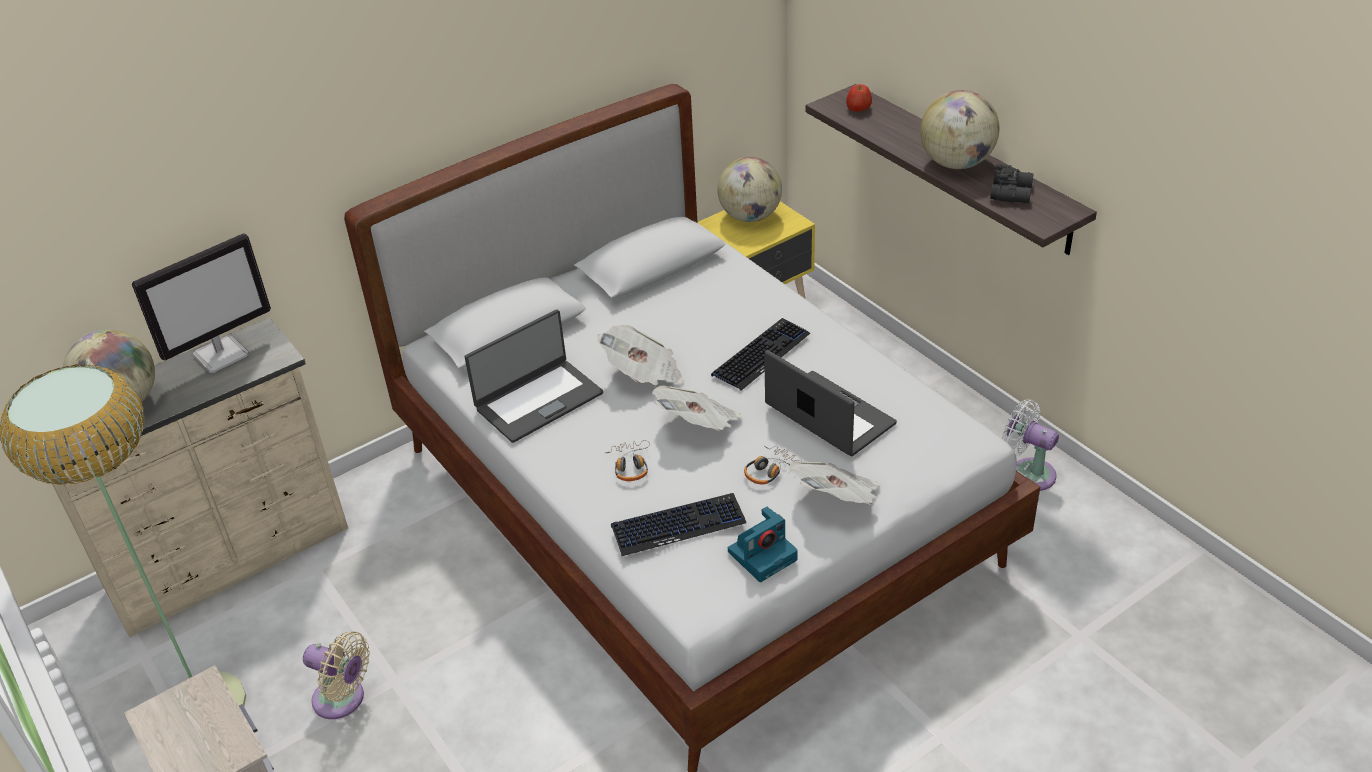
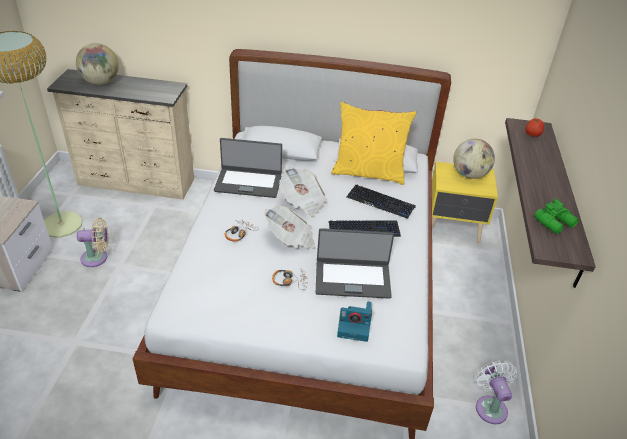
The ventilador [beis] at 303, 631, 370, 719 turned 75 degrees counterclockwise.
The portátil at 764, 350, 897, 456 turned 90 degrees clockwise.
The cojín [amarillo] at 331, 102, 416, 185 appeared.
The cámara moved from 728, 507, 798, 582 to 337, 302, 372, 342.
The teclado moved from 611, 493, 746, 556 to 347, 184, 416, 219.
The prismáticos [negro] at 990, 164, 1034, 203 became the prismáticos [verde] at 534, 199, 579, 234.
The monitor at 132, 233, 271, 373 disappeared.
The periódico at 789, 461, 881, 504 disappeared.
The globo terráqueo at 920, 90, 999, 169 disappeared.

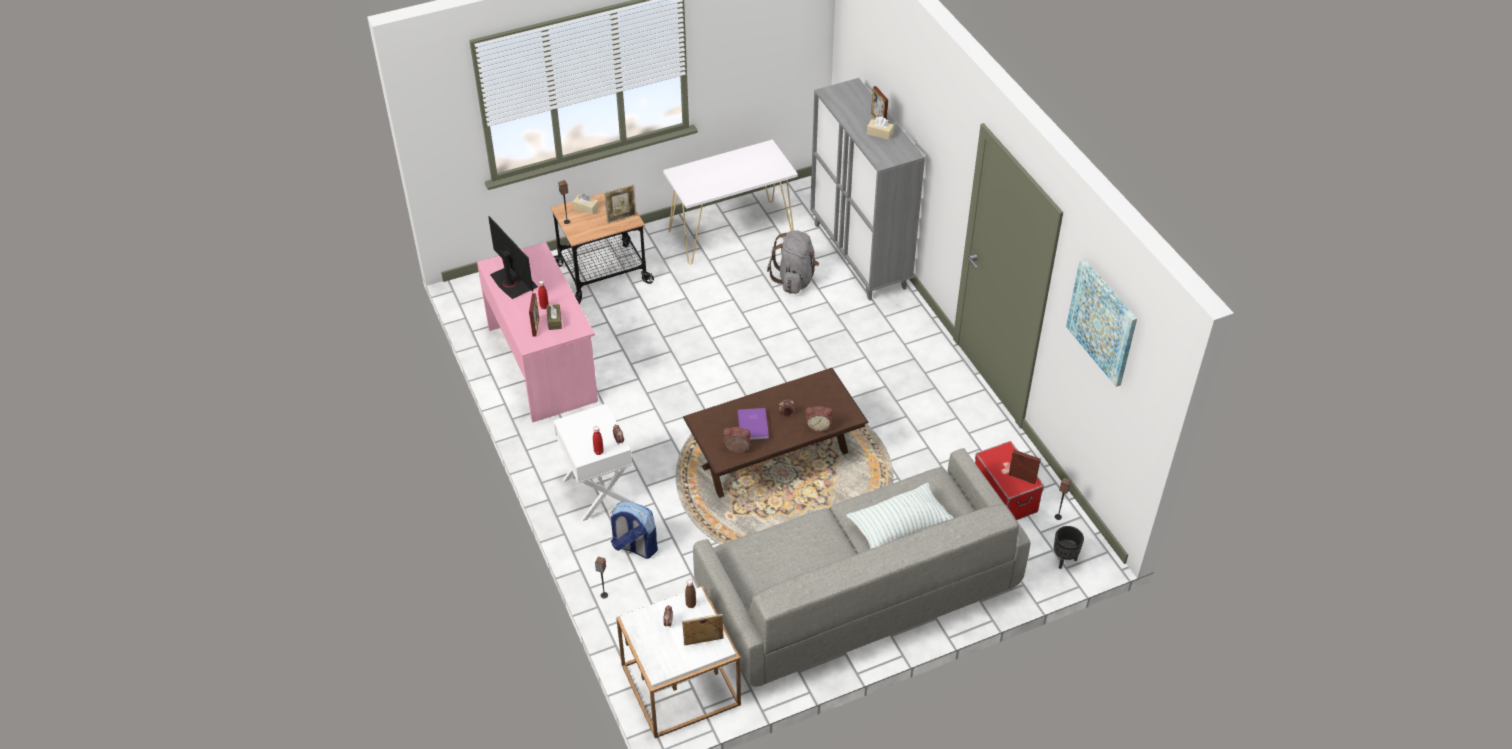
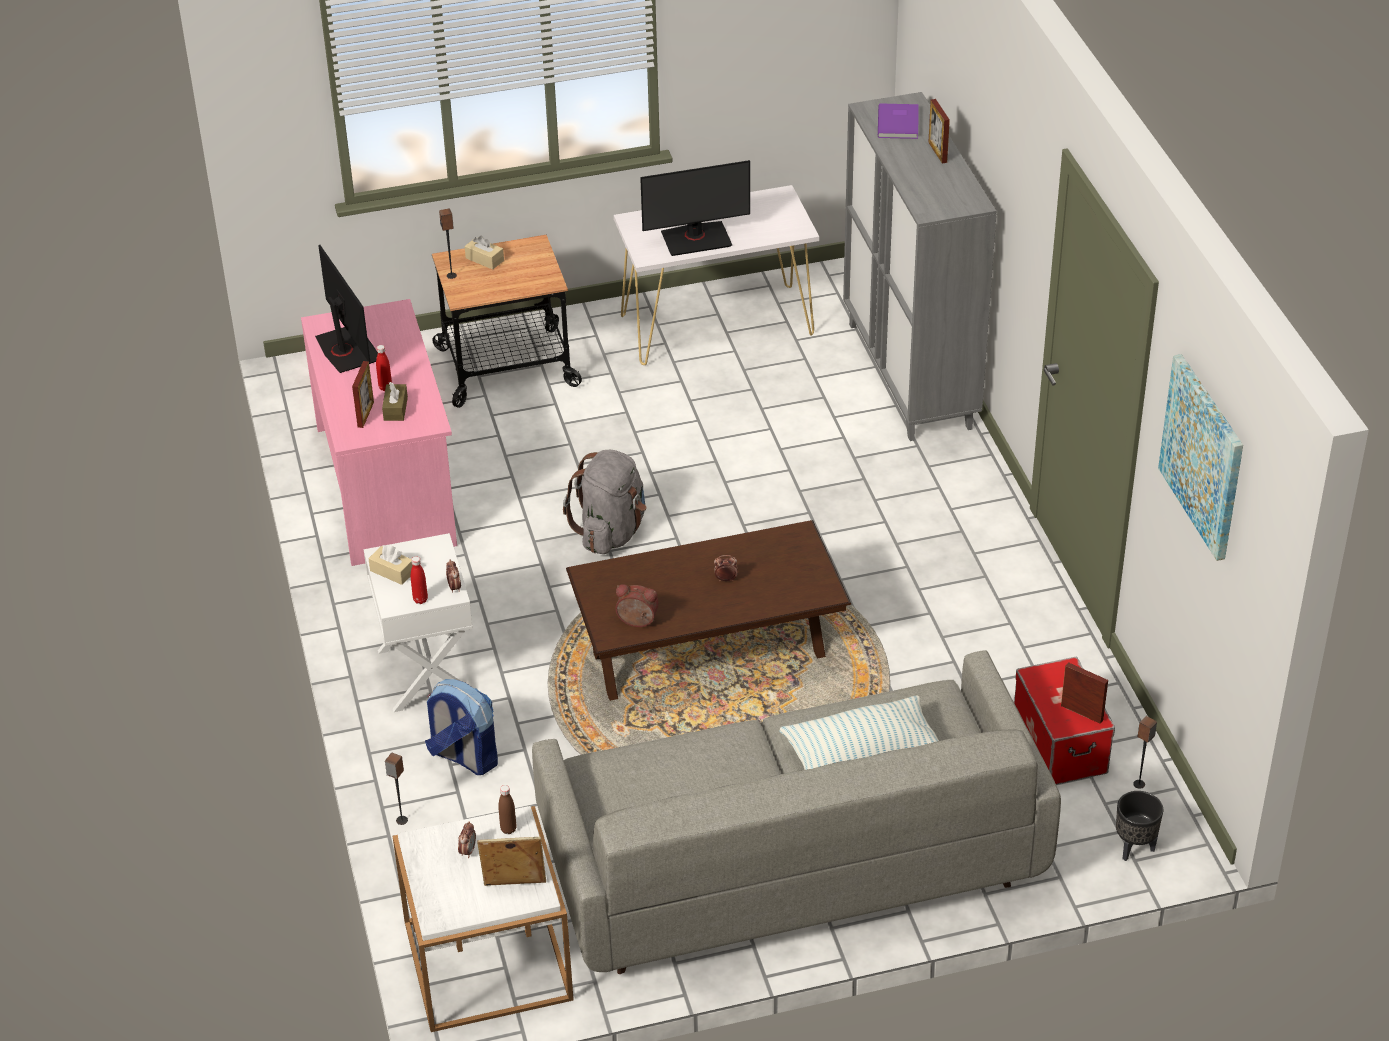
The caja de pañuelos [beis] moved from 867, 116, 894, 140 to 368, 545, 413, 585.
The mochila [gris] moved from 767, 230, 819, 294 to 563, 450, 647, 554.
The monitor at 640, 160, 750, 256 appeared.
The libro [morado] moved from 737, 408, 769, 440 to 878, 103, 919, 139.
The portarretratos at 604, 184, 637, 224 disappeared.
The despertador at 806, 406, 832, 432 disappeared.

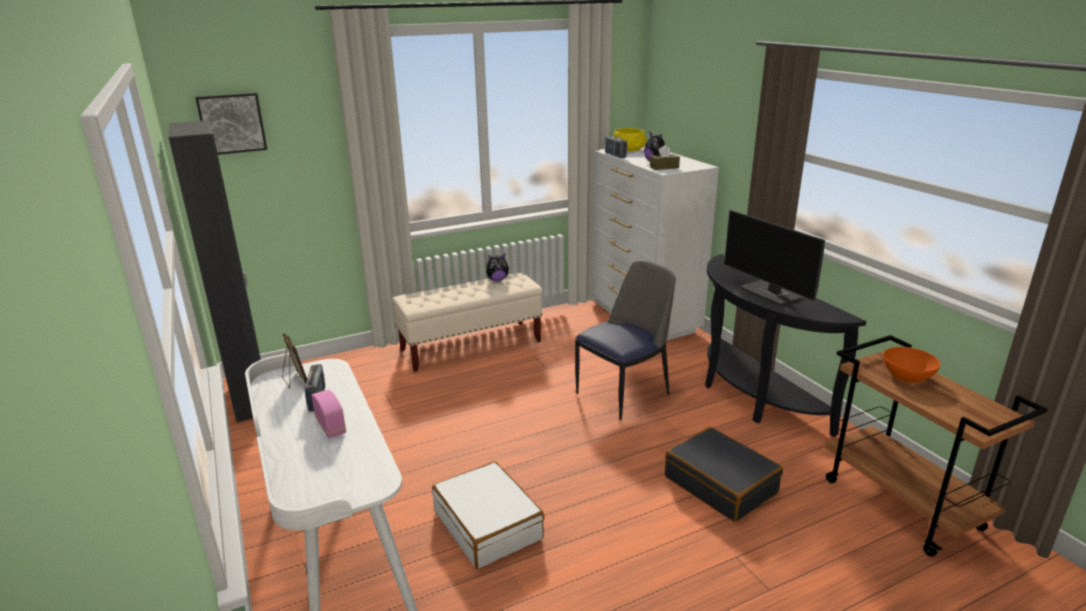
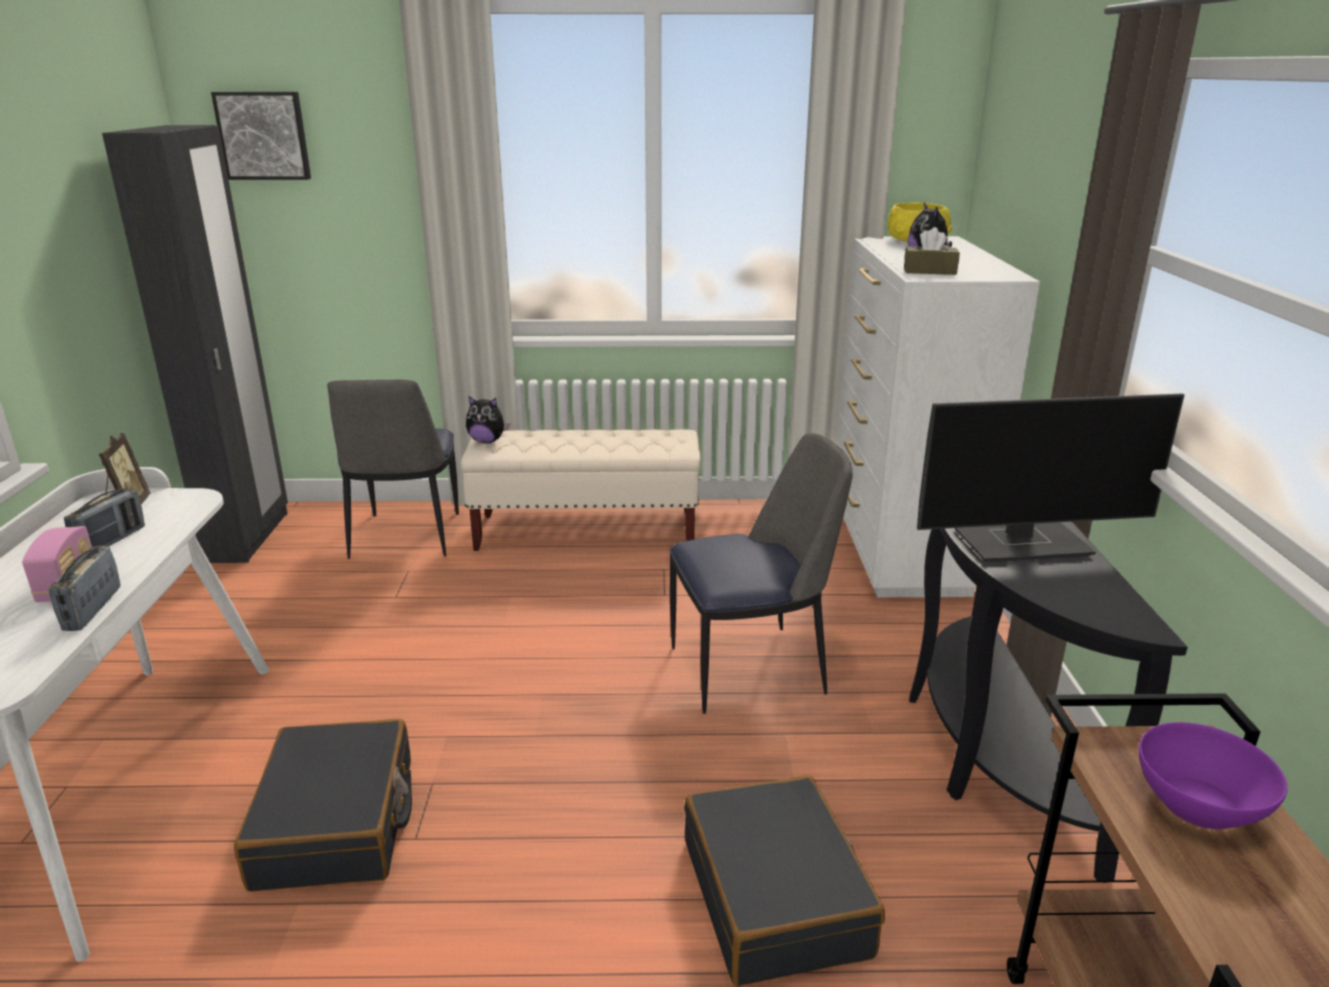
The radio moved from 605, 135, 627, 158 to 48, 545, 120, 631.
The maleta [blanco] at 432, 461, 544, 569 became the maleta [negro] at 234, 718, 412, 892.
The silla at 327, 380, 459, 559 appeared.
The peluche moved from 486, 254, 509, 281 to 466, 396, 510, 444.
The monitor at 724, 210, 825, 306 turned 90 degrees counterclockwise.
The cuenco [naranja] at 883, 347, 940, 383 became the cuenco [morado] at 1139, 722, 1287, 829.

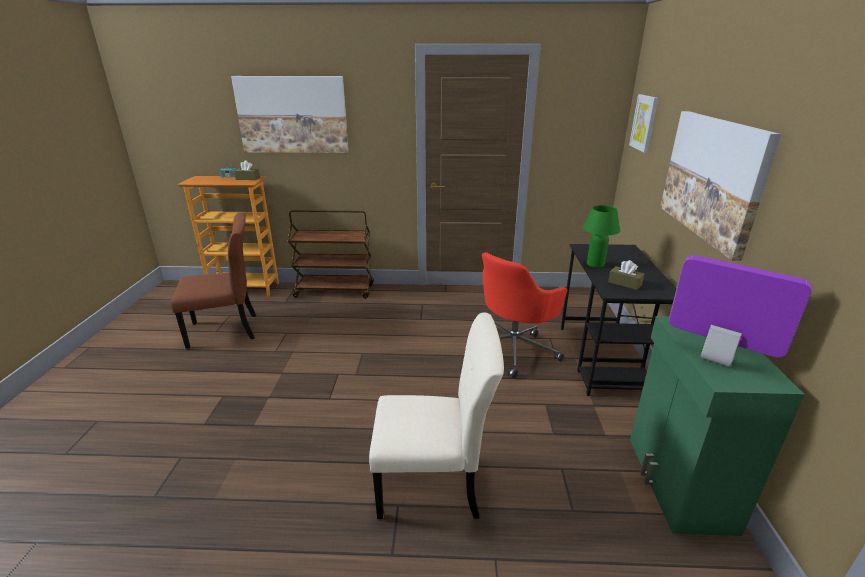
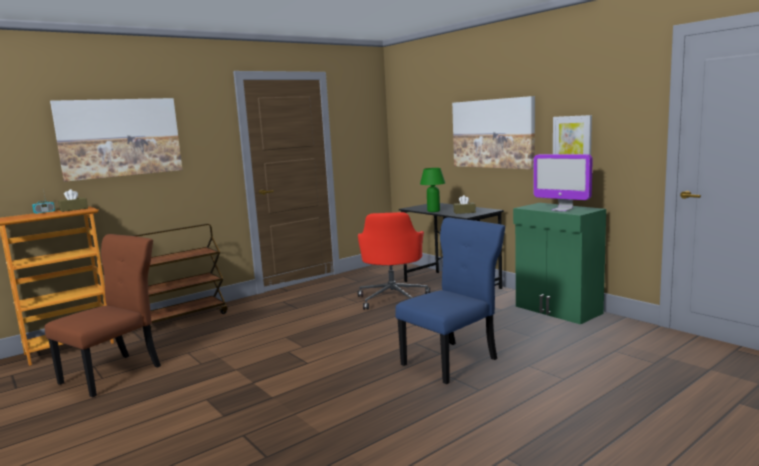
The silla [beis] at 369, 313, 504, 519 became the silla [azul] at 395, 217, 505, 385.
The monitor at 669, 255, 812, 367 turned 135 degrees counterclockwise.
The cuadro moved from 629, 94, 658, 153 to 553, 115, 592, 155.

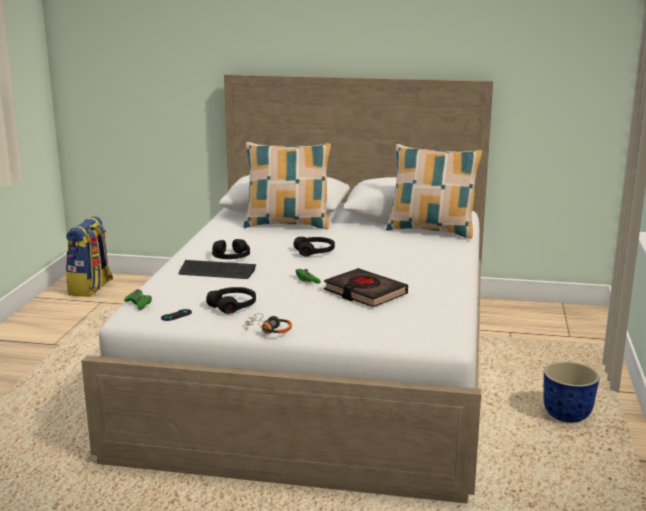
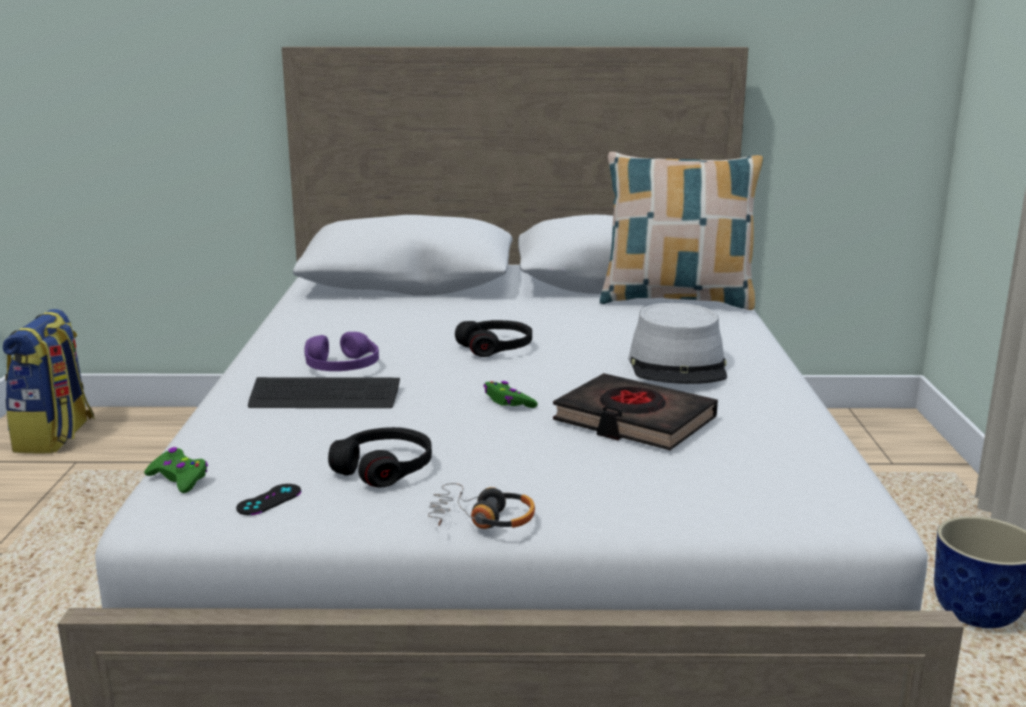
The auriculares [negro] at 212, 239, 250, 259 became the auriculares [morado] at 304, 332, 379, 371.
The sombrero [gris] at 628, 303, 727, 384 appeared.
The cojín at 243, 142, 331, 229 disappeared.

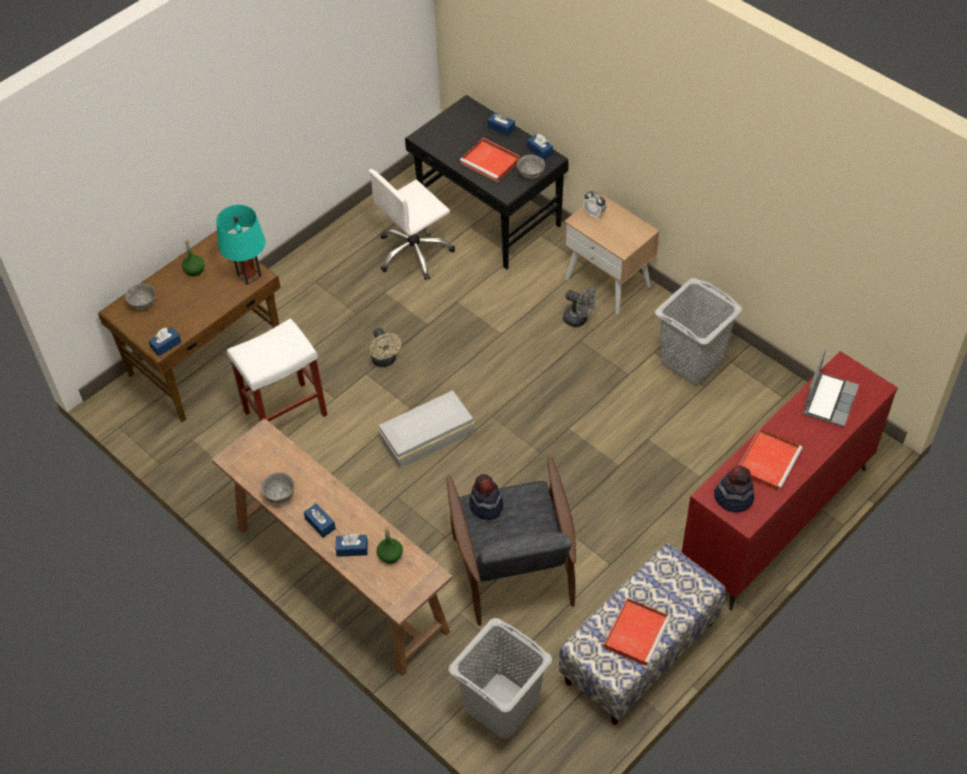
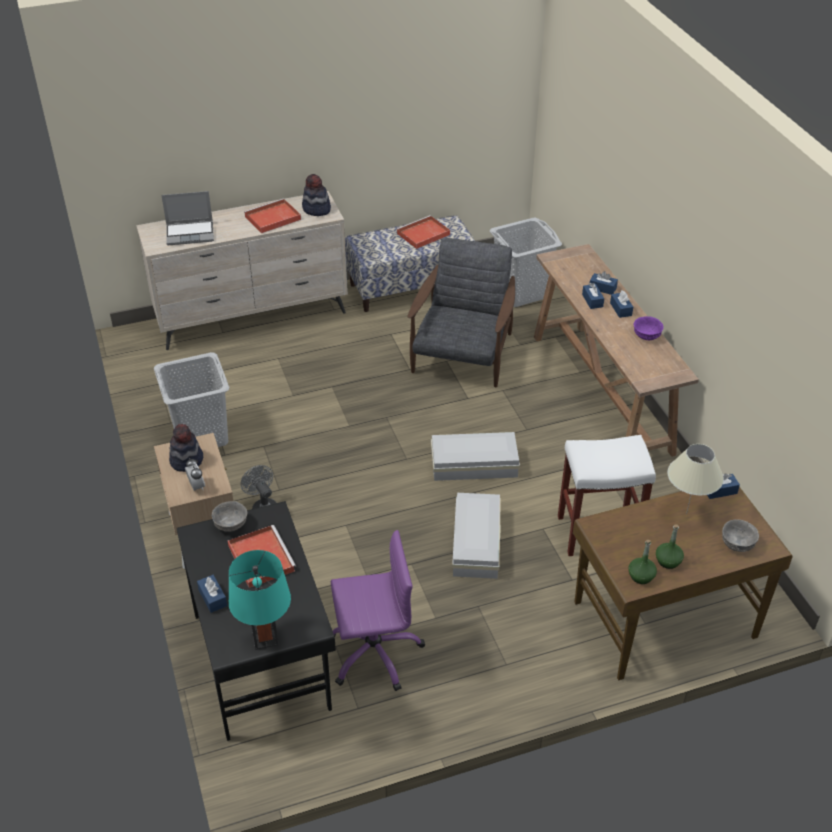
The cómoda [rojo] at 681, 351, 898, 610 became the cómoda [beis] at 136, 191, 348, 350.
The portátil at 803, 347, 859, 427 turned 150 degrees counterclockwise.
The sombrero moved from 469, 474, 503, 520 to 169, 424, 203, 472.
The lámpara de mesa [turquesa] moved from 216, 205, 266, 285 to 229, 550, 291, 650.
The silla de oficina [blanco] at 369, 169, 455, 280 became the silla de oficina [morado] at 331, 530, 425, 691.
The ventilador [beis] at 370, 328, 401, 367 was replaced by the caja de almacenaje [blanco] at 452, 493, 501, 579.
The caja de pañuelos [azul] moved from 527, 134, 553, 160 to 582, 283, 604, 309.
The botella [verde] moved from 377, 527, 403, 564 to 629, 540, 657, 584.
The cuenco [gris] at 261, 472, 295, 504 became the cuenco [morado] at 634, 316, 664, 340.
The lámpara de mesa [beis] at 667, 444, 724, 514 appeared.

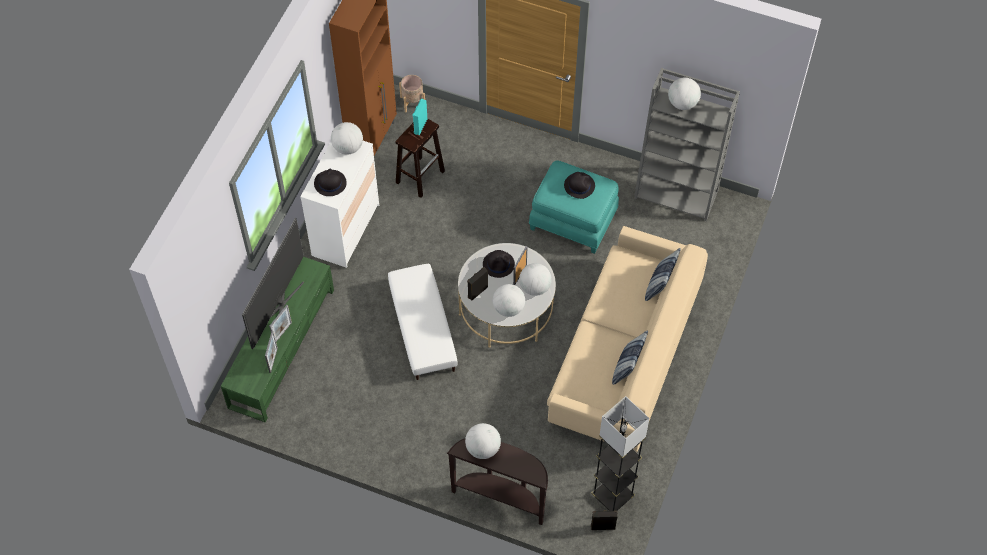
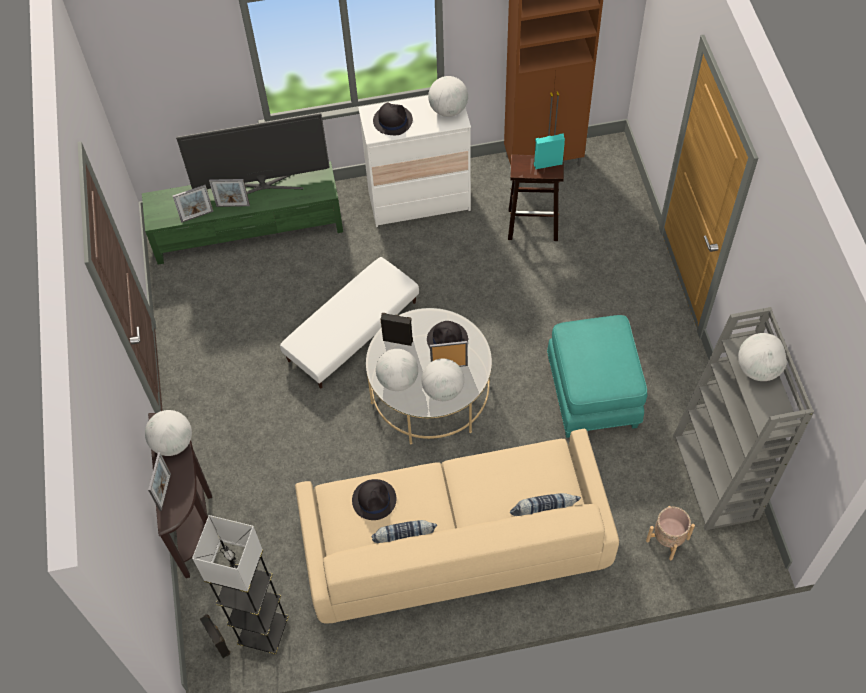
The portarretratos at 148, 452, 171, 511 appeared.
The sombrero [negro] moved from 564, 172, 595, 199 to 352, 479, 396, 520.
The maceta [beis] moved from 399, 75, 425, 112 to 646, 506, 695, 560.

